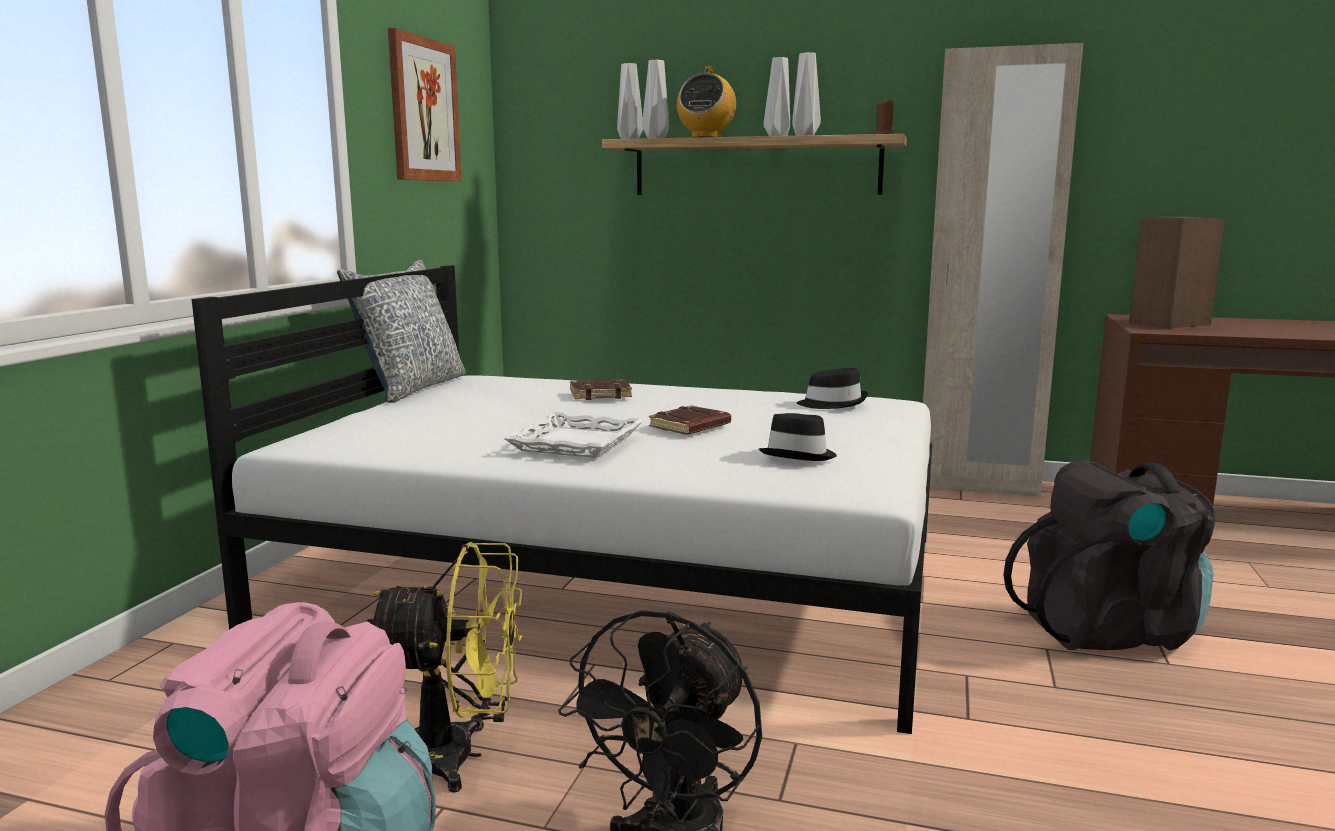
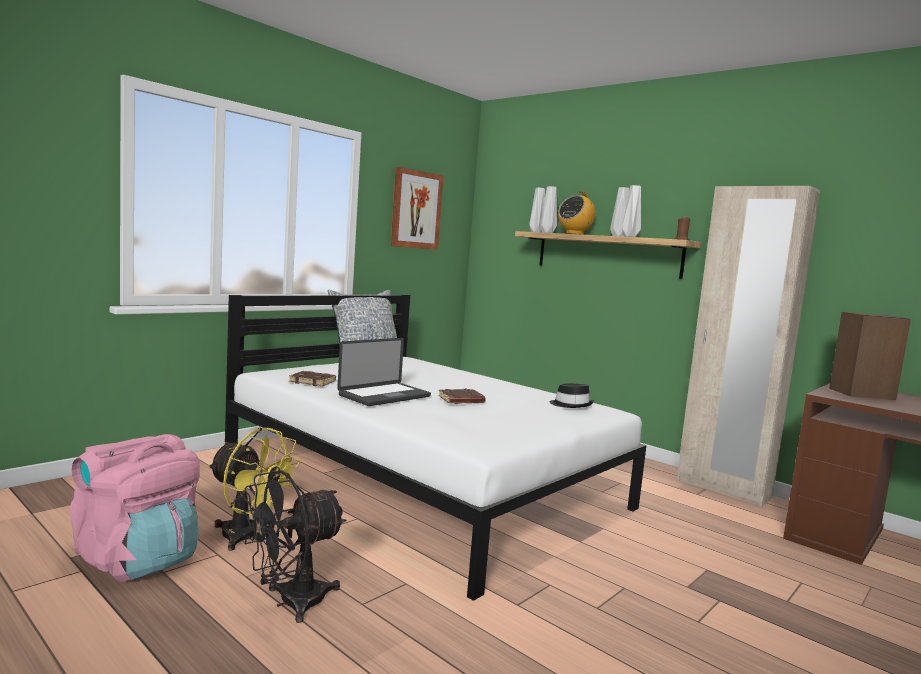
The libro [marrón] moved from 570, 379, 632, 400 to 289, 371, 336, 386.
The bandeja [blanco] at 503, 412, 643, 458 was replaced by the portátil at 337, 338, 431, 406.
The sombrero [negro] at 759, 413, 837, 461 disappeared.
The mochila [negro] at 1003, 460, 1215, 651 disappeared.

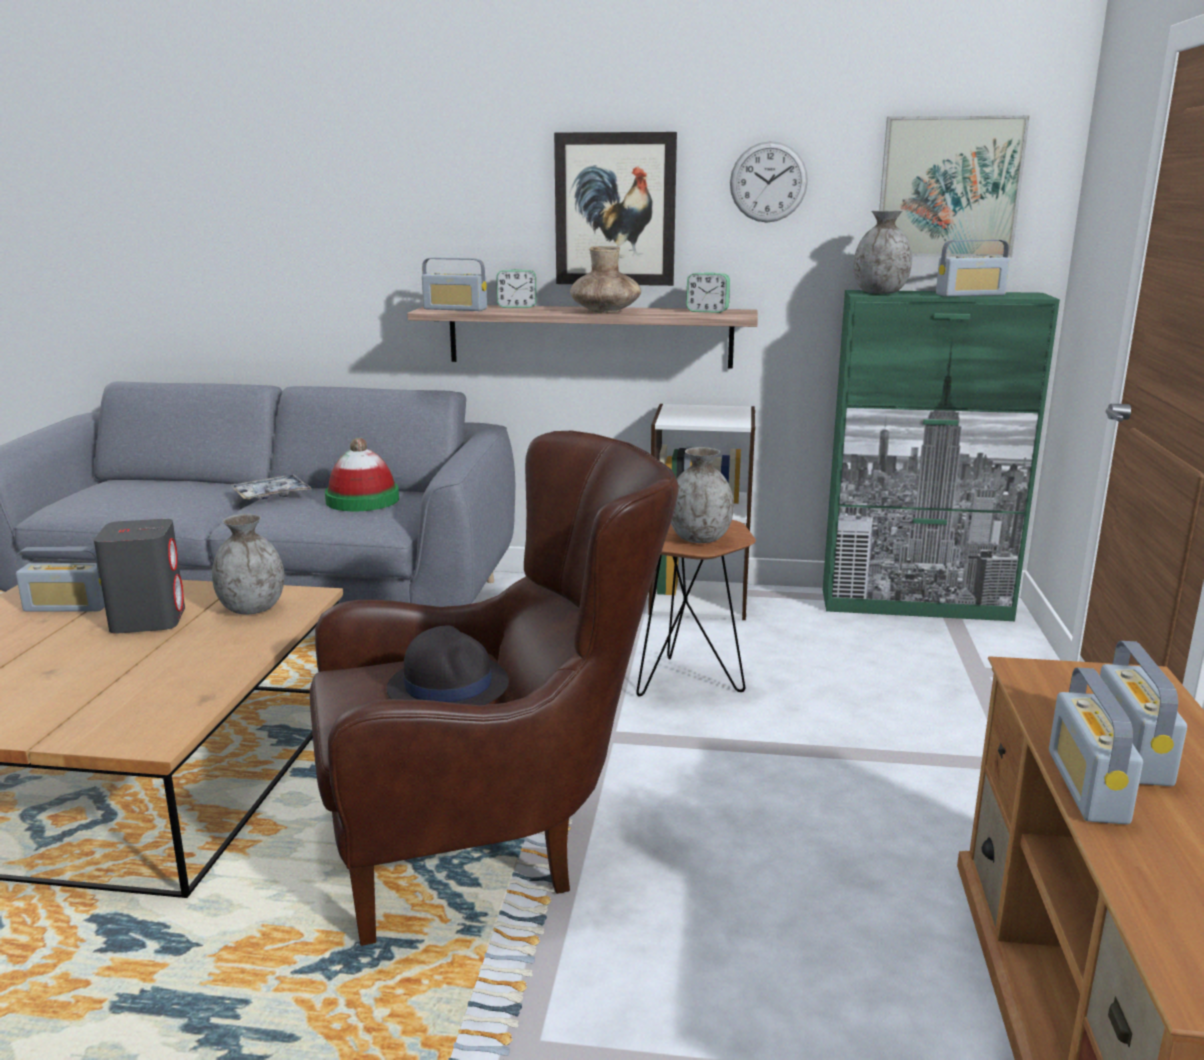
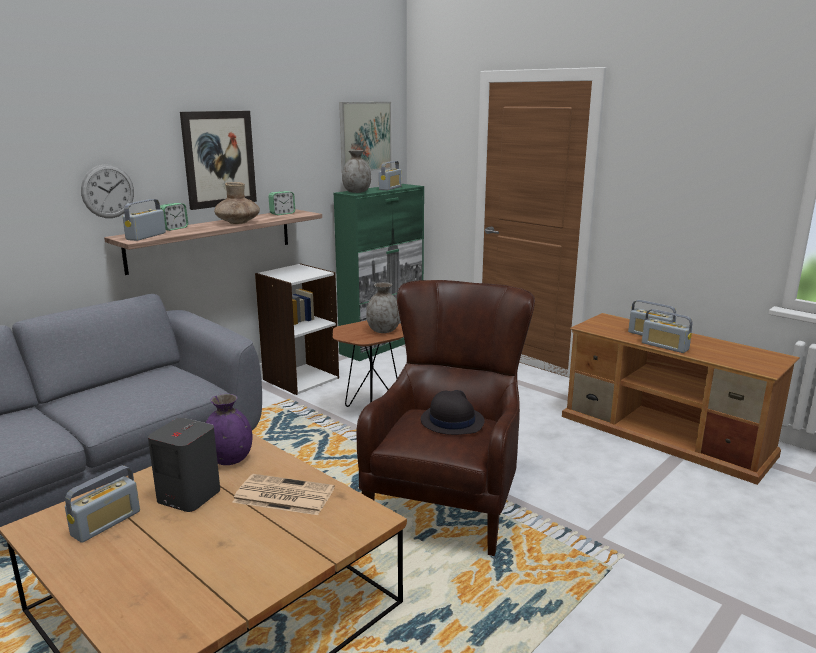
The reloj de pared moved from 730, 141, 808, 223 to 81, 164, 134, 218.
The radio at 422, 258, 487, 311 turned 150 degrees clockwise.
The florero [gris] at 212, 514, 284, 614 became the florero [morado] at 206, 394, 253, 465.
The periódico at 232, 474, 335, 515 appeared.
The bandeja at 231, 474, 311, 500 disappeared.
The sombrero at 325, 438, 399, 511 disappeared.

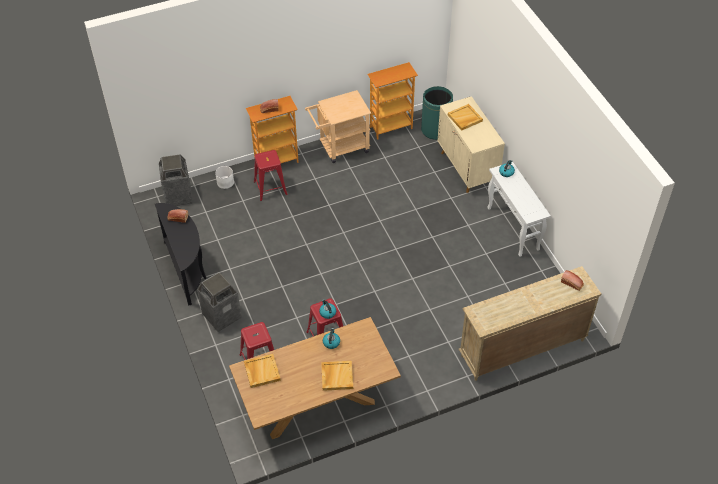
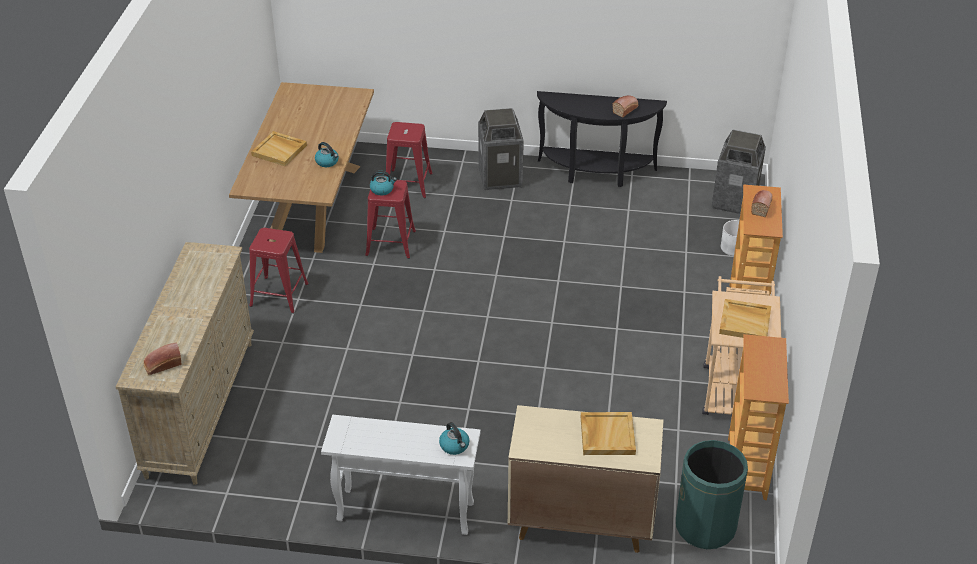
The taburete [rojo] moved from 254, 150, 288, 201 to 249, 228, 309, 314.
The bandeja [beis] moved from 244, 354, 281, 388 to 719, 299, 771, 338.

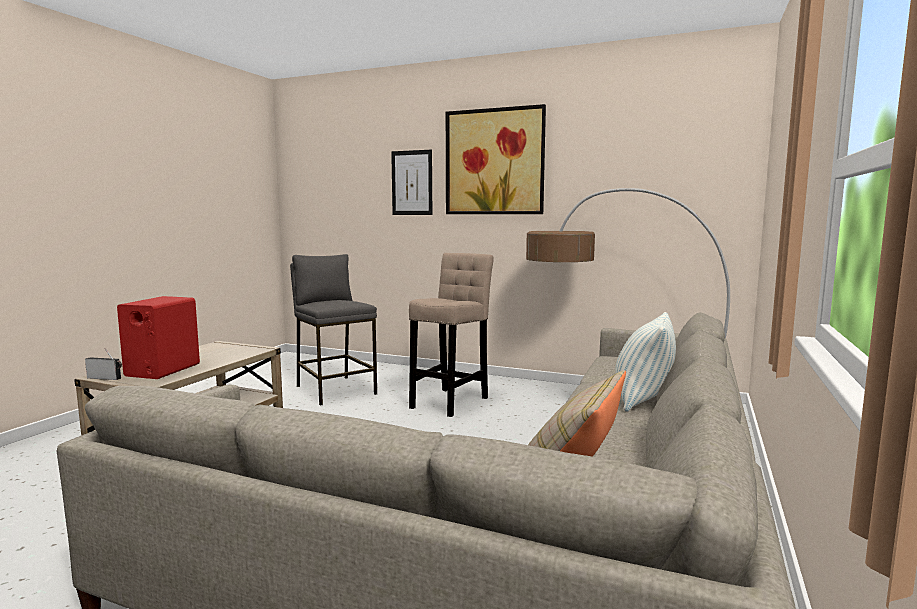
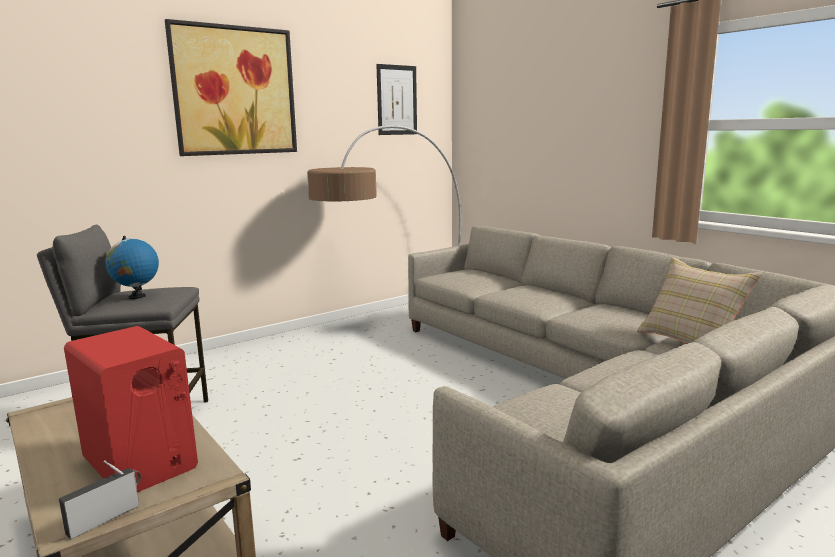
The globo terráqueo at 106, 236, 159, 299 appeared.
The cuadro moved from 391, 150, 432, 215 to 376, 64, 417, 135.
The taburete [beis] at 409, 253, 494, 417 disappeared.
The cojín at 616, 312, 676, 412 disappeared.

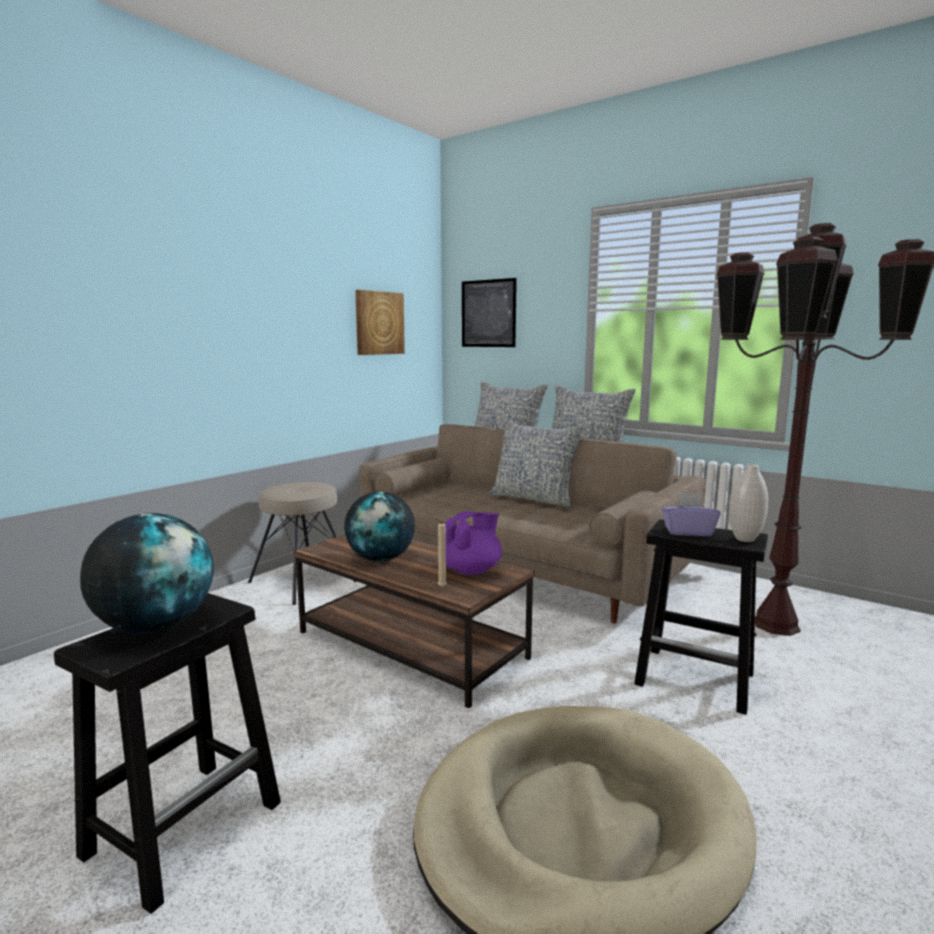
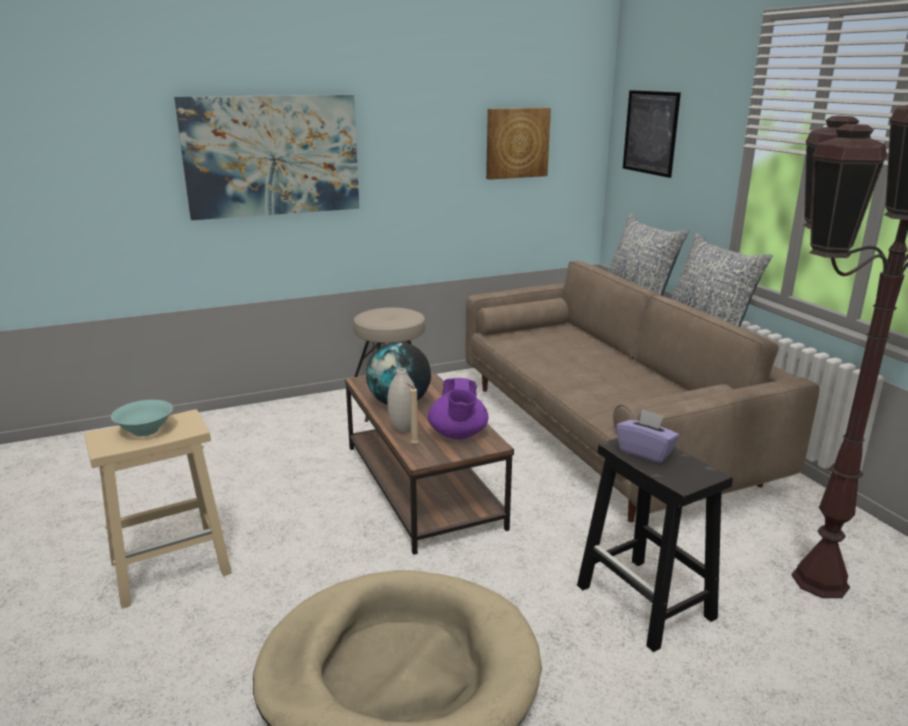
The taburete [negro] at 54, 593, 281, 914 became the taburete [beis] at 84, 409, 232, 608.
The globo terráqueo at 80, 513, 214, 634 was replaced by the cuenco [turquesa] at 111, 400, 173, 437.
The cuadro at 174, 95, 359, 220 appeared.
The florero [blanco] moved from 729, 464, 768, 542 to 388, 368, 415, 433.
The tetera [morado] at 445, 511, 502, 575 turned 105 degrees clockwise.
The cojín at 489, 419, 584, 507 disappeared.

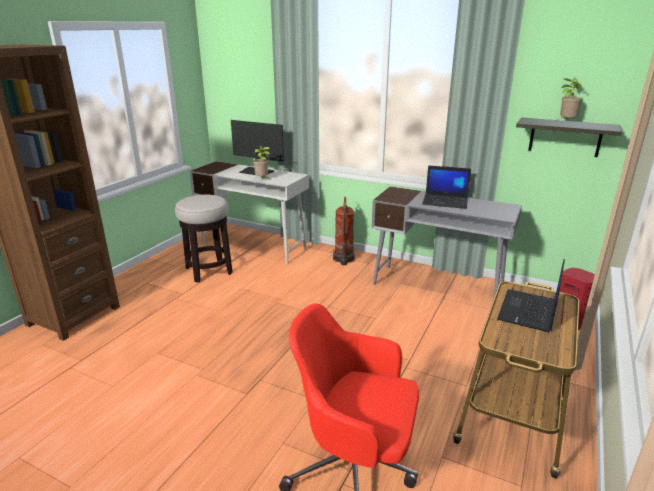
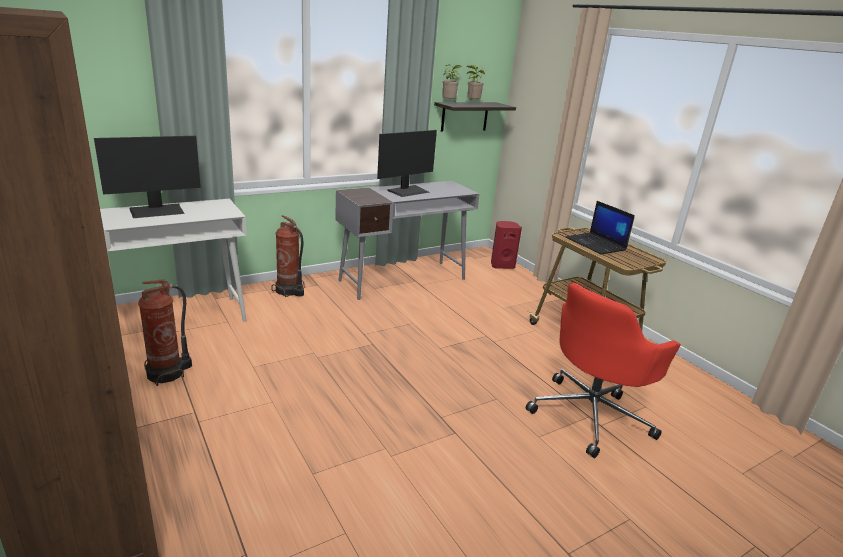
The taburete at 175, 195, 233, 282 was replaced by the extintor at 138, 279, 192, 386.
The portátil at 422, 165, 471, 209 was replaced by the monitor at 377, 130, 437, 197.
The planta en maceta moved from 253, 146, 270, 179 to 442, 65, 462, 103.

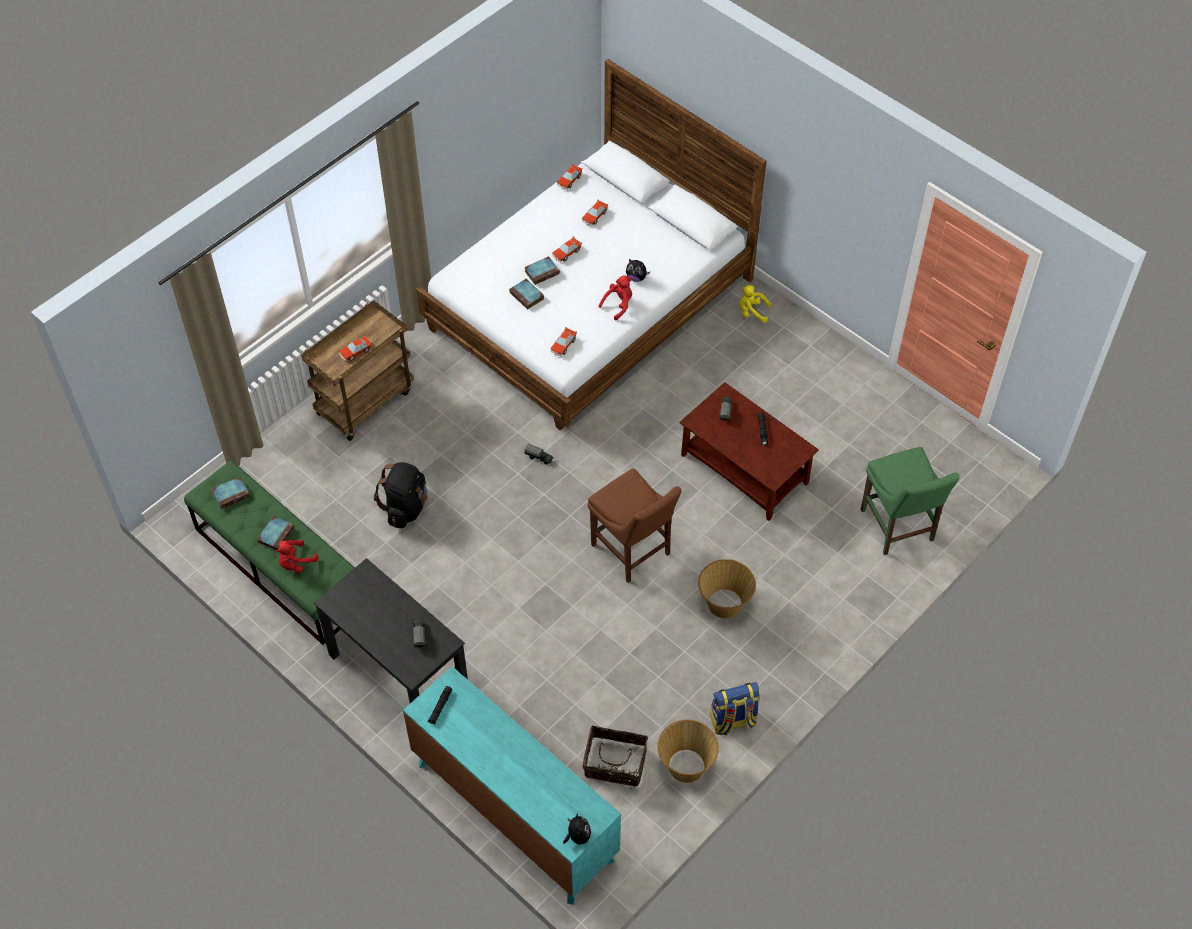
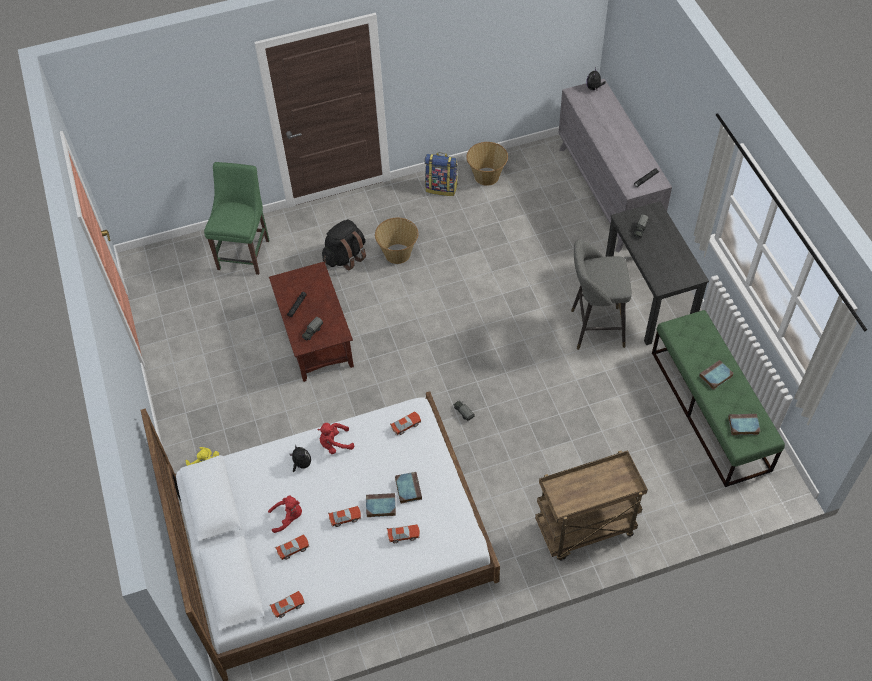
The peluche [rojo] moved from 276, 540, 319, 573 to 268, 495, 302, 533.
The mochila [negro] moved from 374, 462, 428, 528 to 322, 219, 366, 270.
The coche de juguete moved from 339, 335, 372, 362 to 387, 524, 420, 543.
The cómoda [turquesa] at 403, 666, 621, 905 became the cómoda [gris] at 559, 79, 672, 252.
The taburete [gris] at 571, 240, 632, 350 appeared.
The cesta at 583, 726, 648, 789 disappeared.
The silla [marrón] at 588, 468, 682, 583 disappeared.

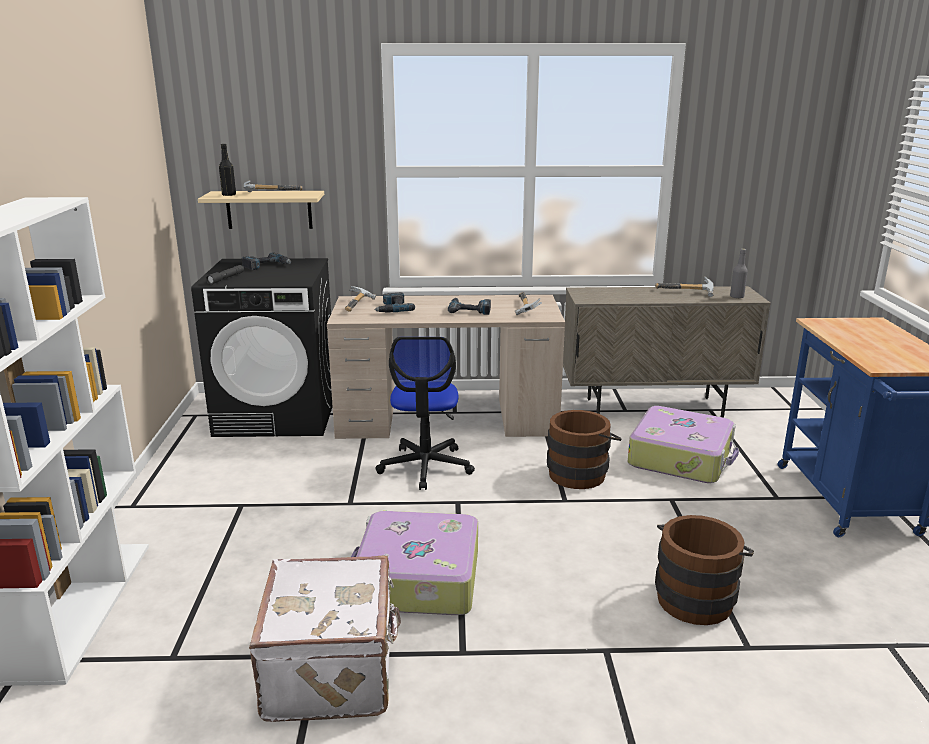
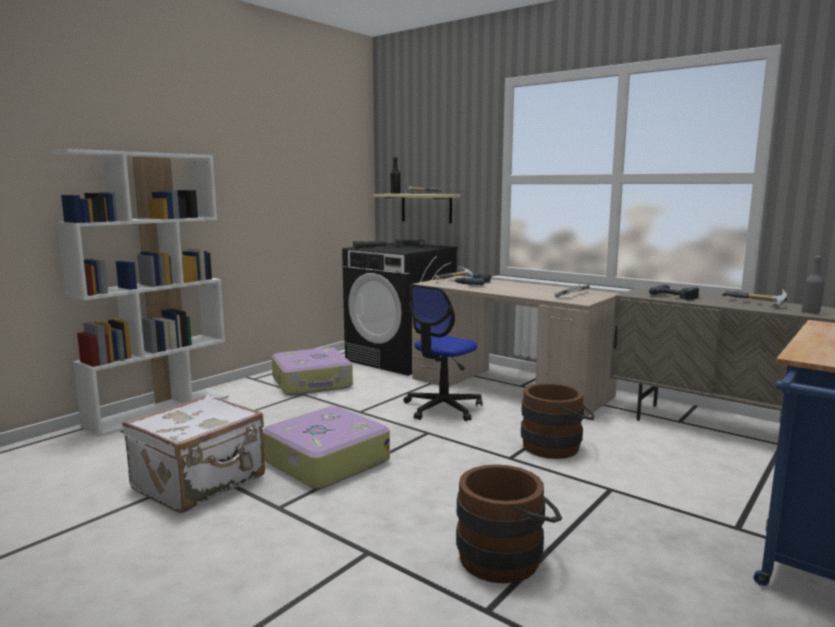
The maleta moved from 628, 406, 739, 483 to 272, 347, 353, 396.
The taladro moved from 448, 298, 491, 315 to 649, 285, 699, 300.

